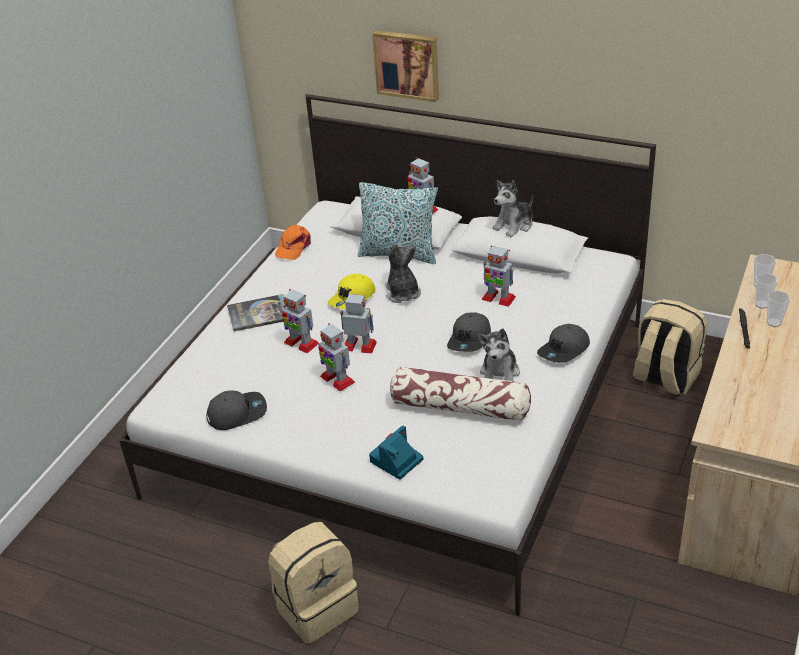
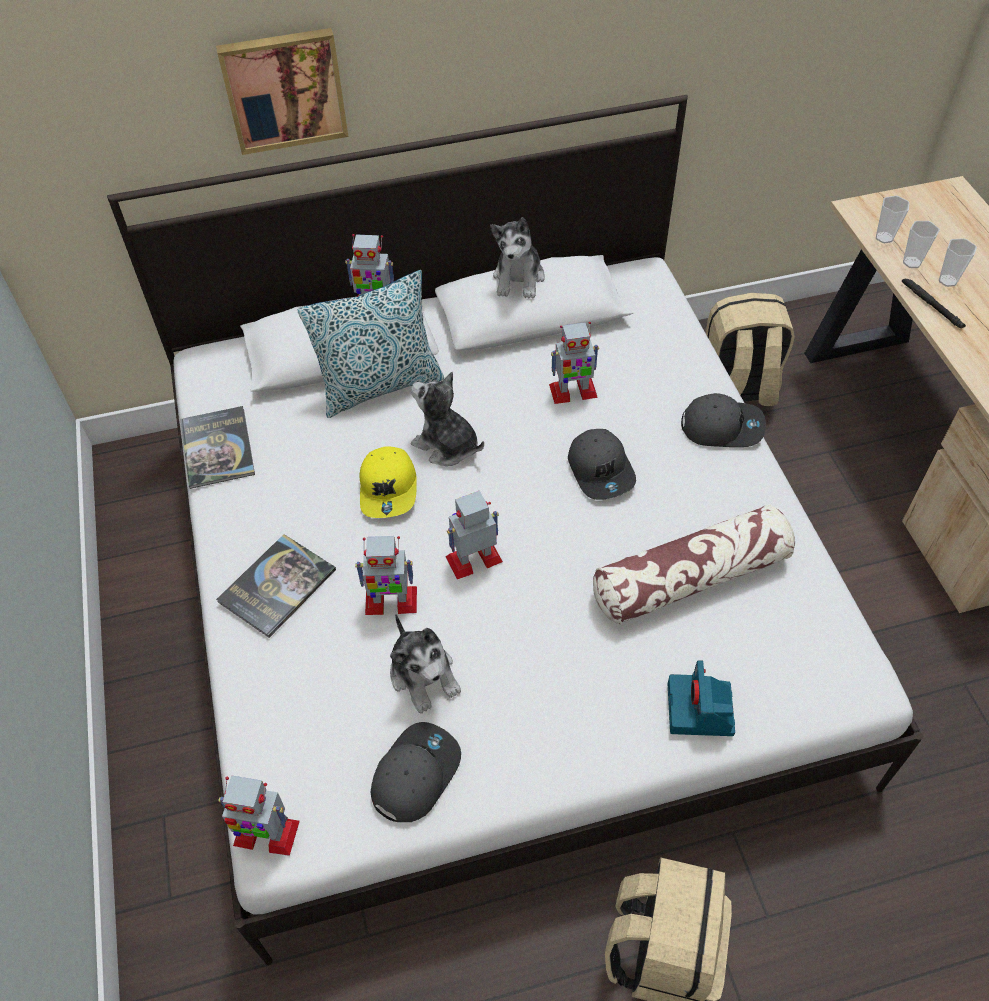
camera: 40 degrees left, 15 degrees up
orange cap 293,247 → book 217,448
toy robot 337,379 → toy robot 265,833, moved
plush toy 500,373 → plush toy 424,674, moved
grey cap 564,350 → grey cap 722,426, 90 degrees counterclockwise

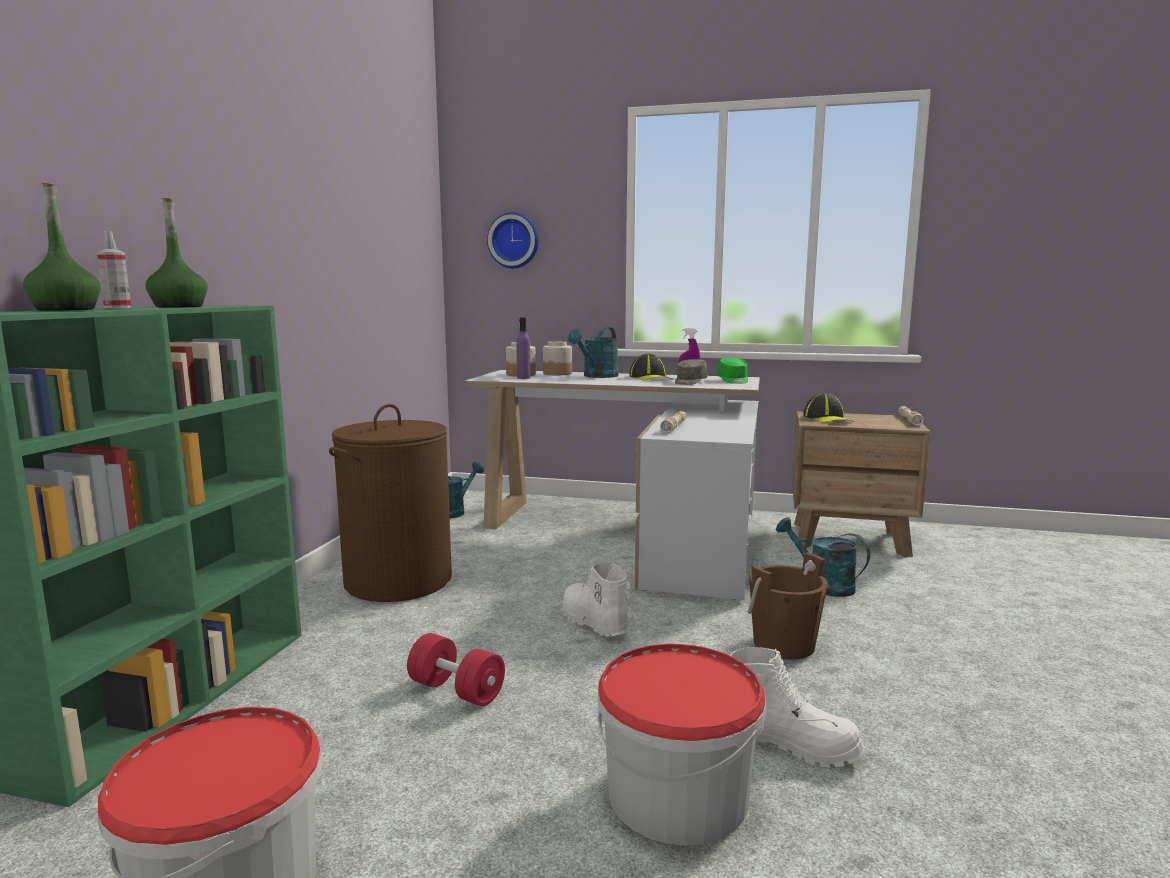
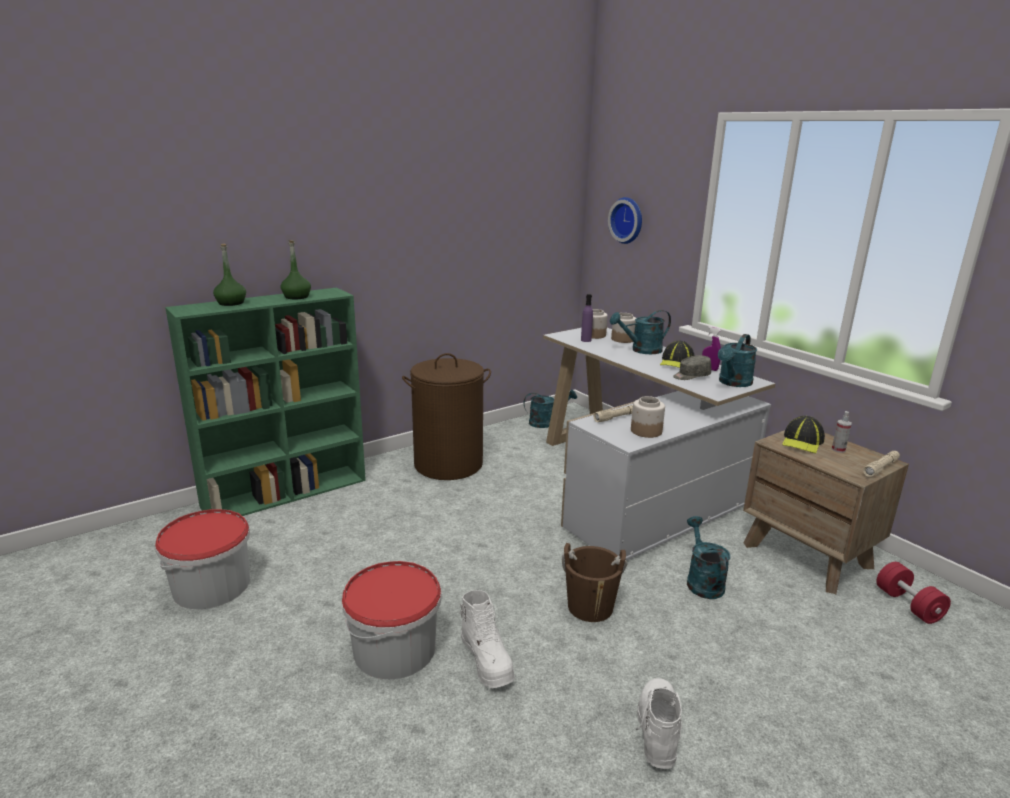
camera: 40 degrees right, 10 degrees up
- → jar 645,431
white boot 593,622 → white boot 656,730, moved
green cap 733,381 → turquoise watering can 733,383
spray bottle 117,308 → spray bottle 838,449, moved
red dumbbell 456,690 → red dumbbell 908,605, moved

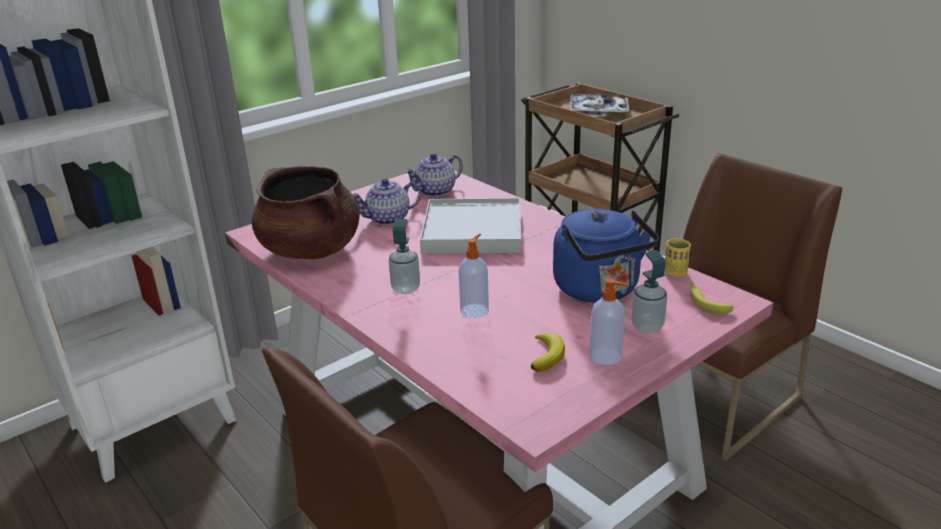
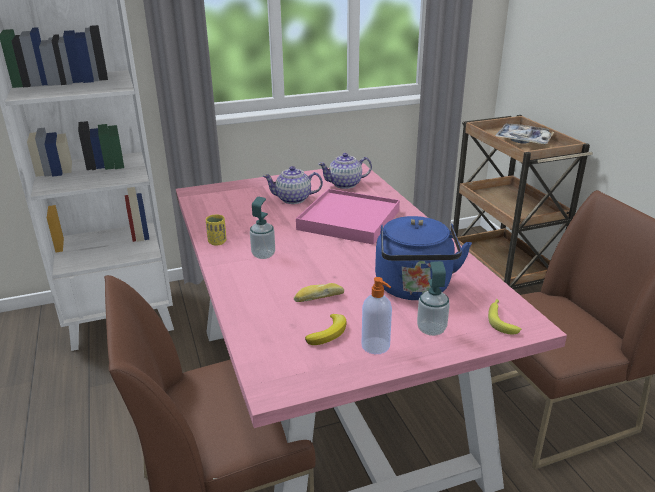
camera: 20 degrees right, 0 degrees up
yellow cup 675,273 → yellow cup 217,242, moved
- → bread 318,297
white tray 472,231 → pink tray 348,220
brown cooking pot 311,250 → -
soap dispenser 475,310 → -

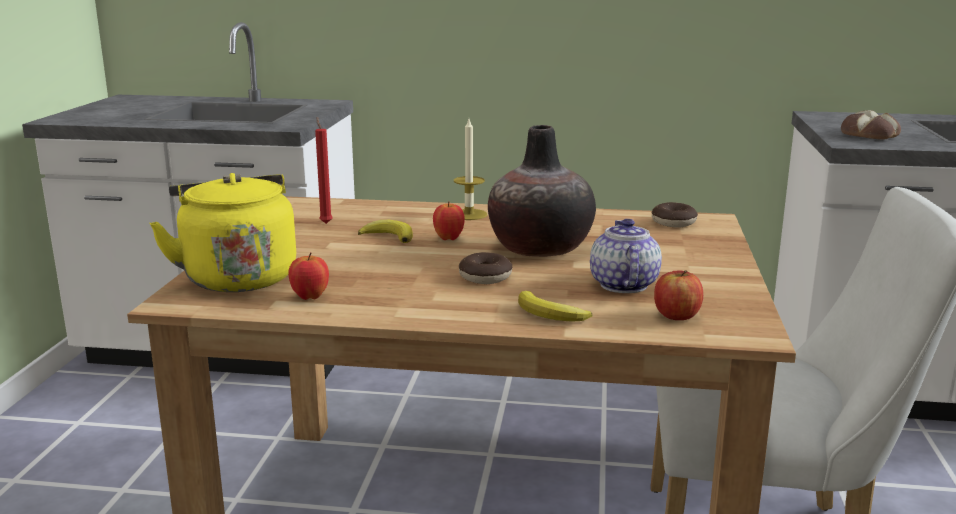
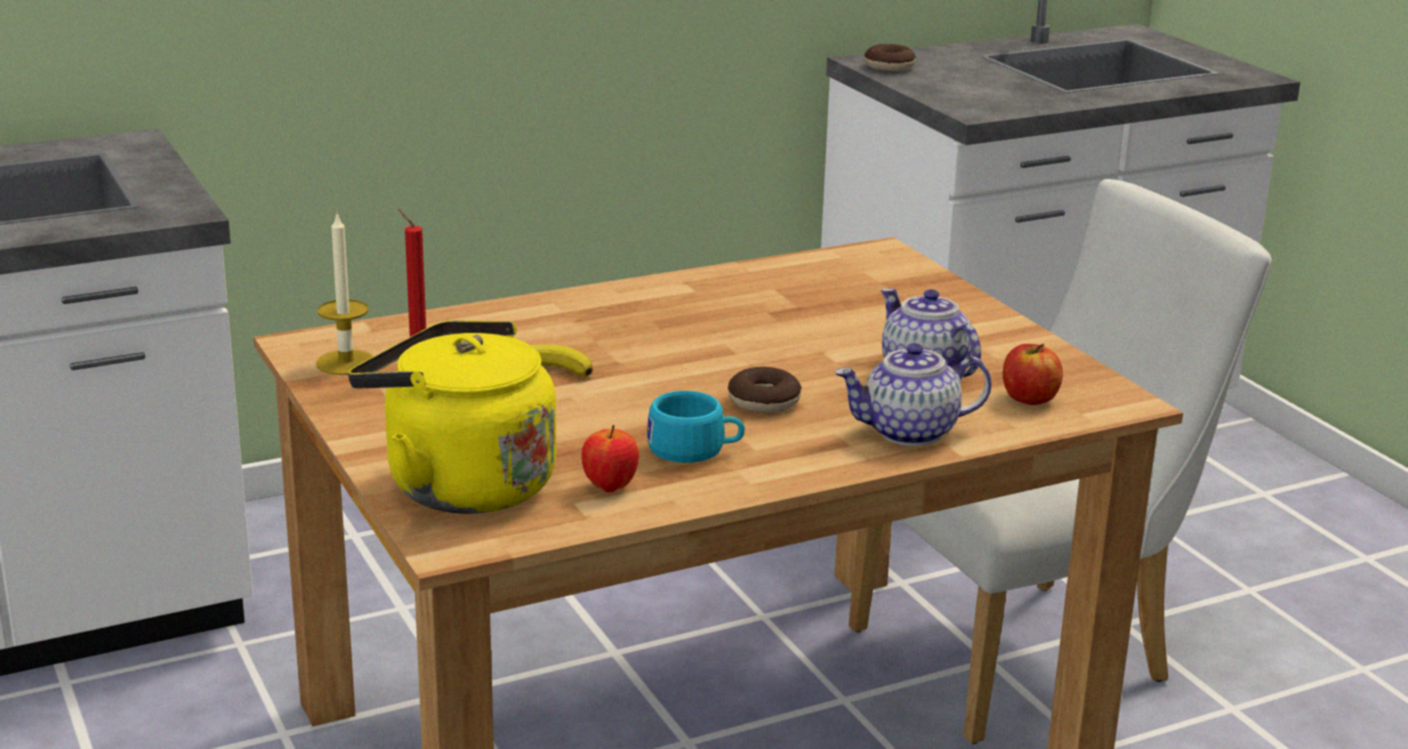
camera: 35 degrees left, 5 degrees up
candle 469,214 → candle 346,363, moved
- → turquoise cup 695,450
banana 550,314 → teapot 909,432
donut 673,222 → donut 889,66, moved
apple 448,238 → -
vase 540,248 → -
bread 868,135 → -

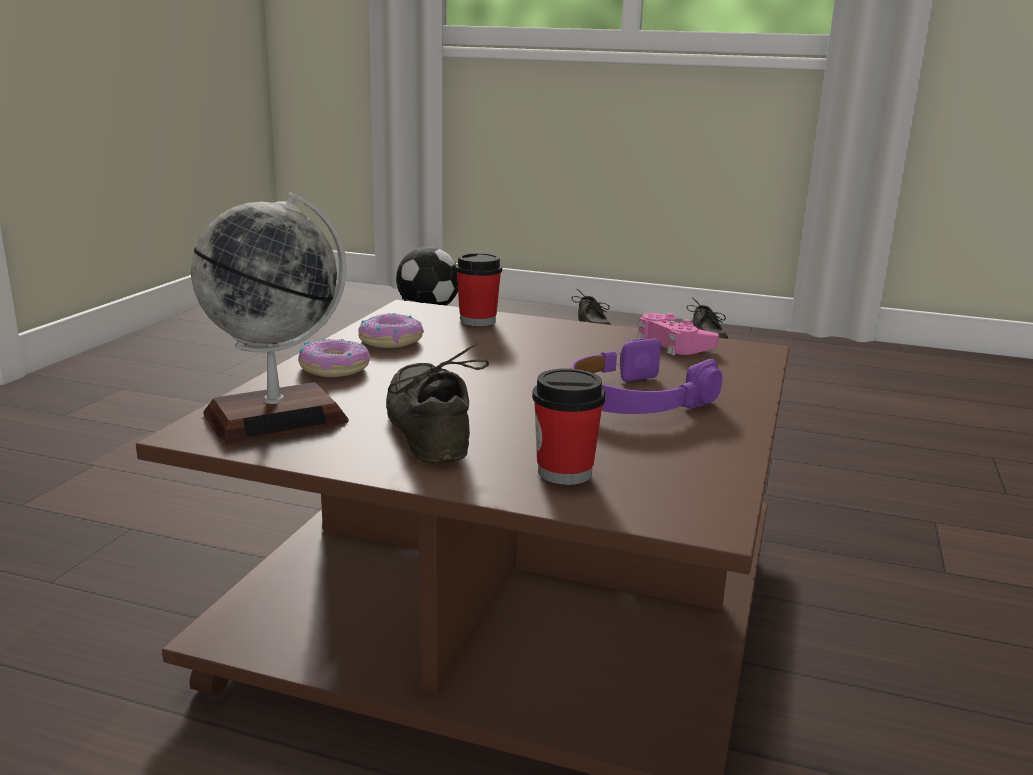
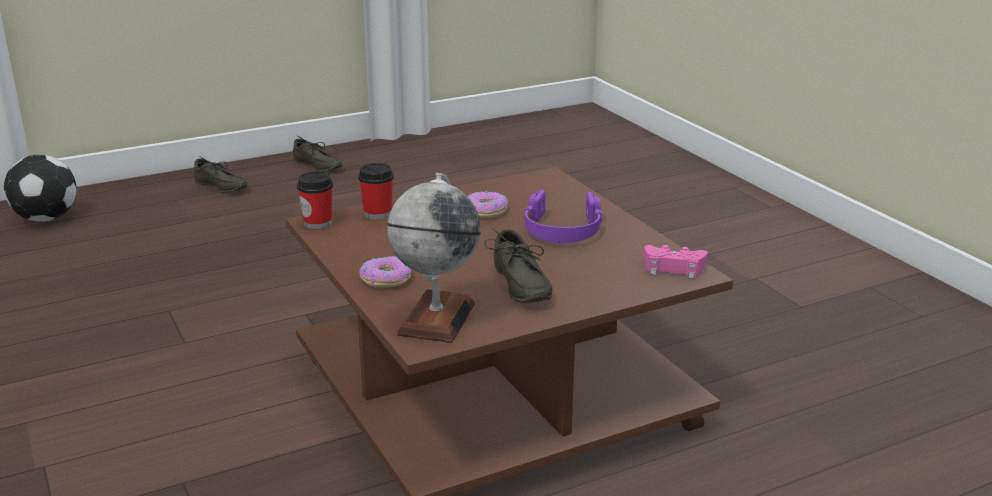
camera: 45 degrees left, 5 degrees up
cup 564,472 → cup 317,223, moved
donut 390,340 → donut 486,211, moved
grey shoe 434,427 → grey shoe 517,286, 135 degrees counterclockwise
pink game controller 673,344 → pink game controller 673,268, moved

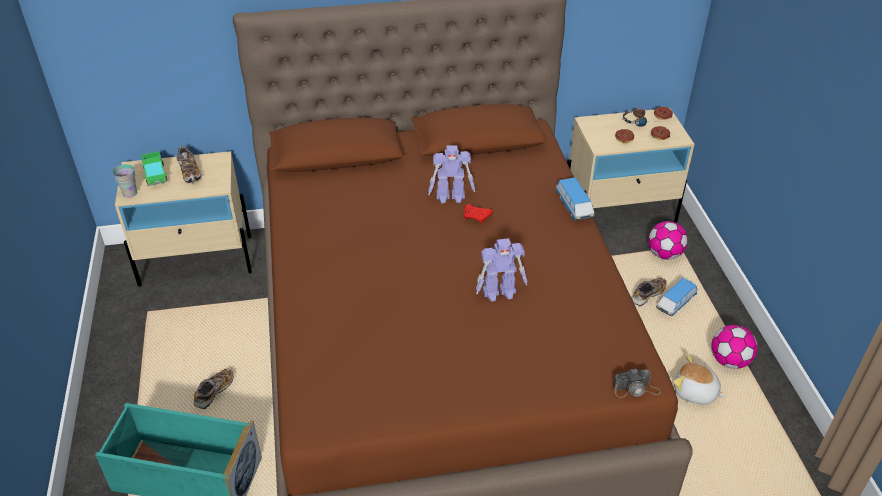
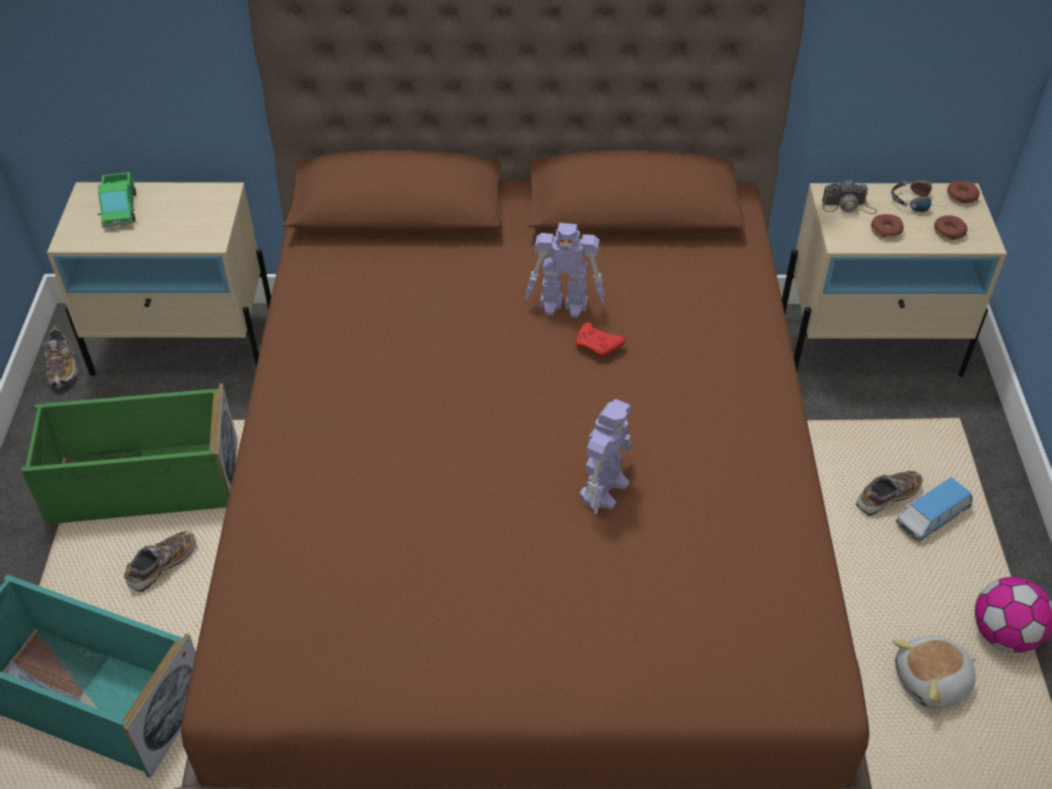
camera: 10 degrees right, 5 degrees up
- → green storage box 143,483
shoe 190,172 → shoe 62,367, moved
toy robot 500,292 → toy robot 605,488, 60 degrees counterclockwise
photo camera 636,389 → photo camera 848,206, moved
plush toy 695,392 → plush toy 932,682, 60 degrees counterclockwise
cup 130,193 → -
toy car 574,207 → -
football 664,254 → -

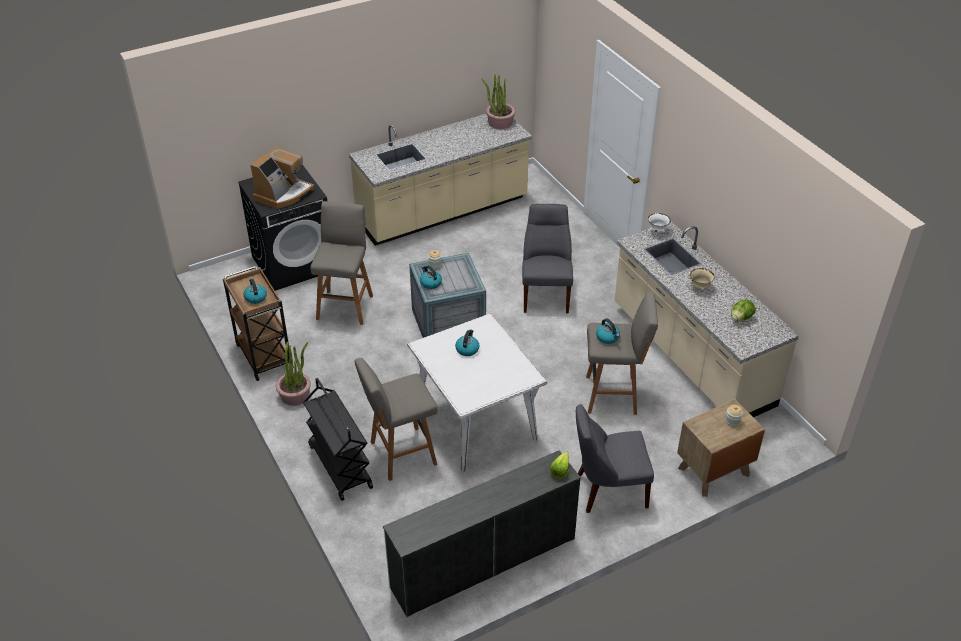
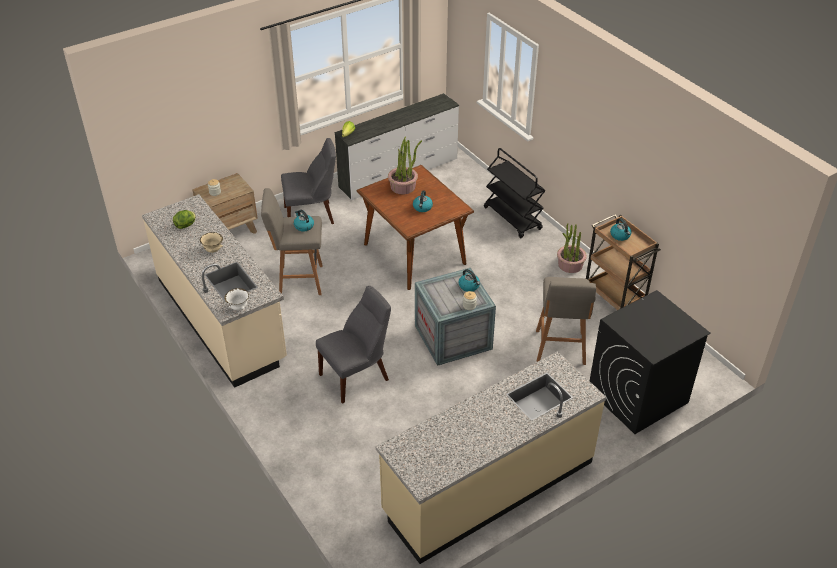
camera: 175 degrees right, 0 degrees up
grey chair 545,293 → grey chair 357,376, 120 degrees counterclockwise
white dining table 476,421 → brown dining table 414,254
potted plant 500,122 → potted plant 403,186, moved
coffee machine 283,194 → -
grey stool 400,454 → -

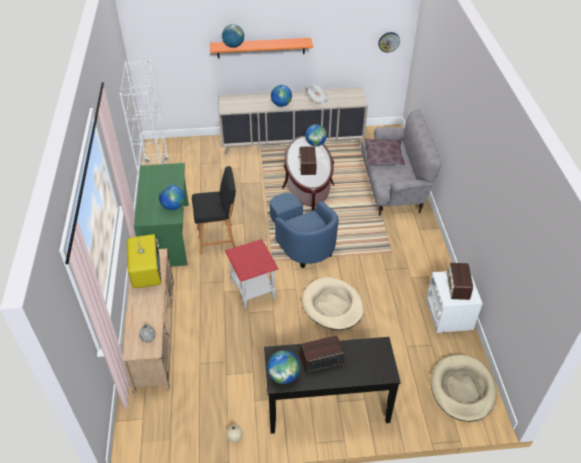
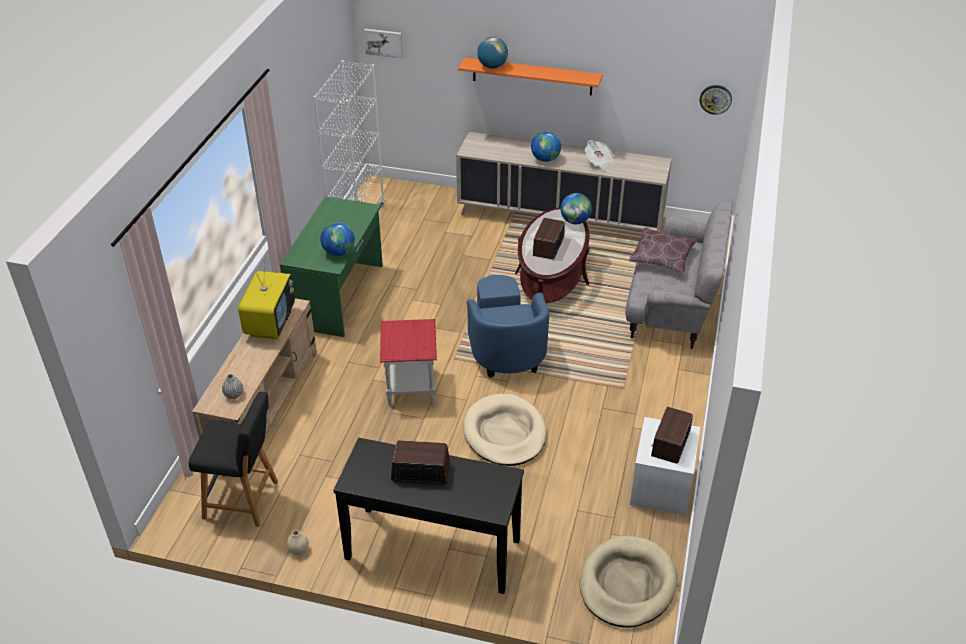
camera: 20 degrees right, 5 degrees down
black stool 218,238 → black stool 244,500, moved
- → picture 384,42
globe 283,376 → -

